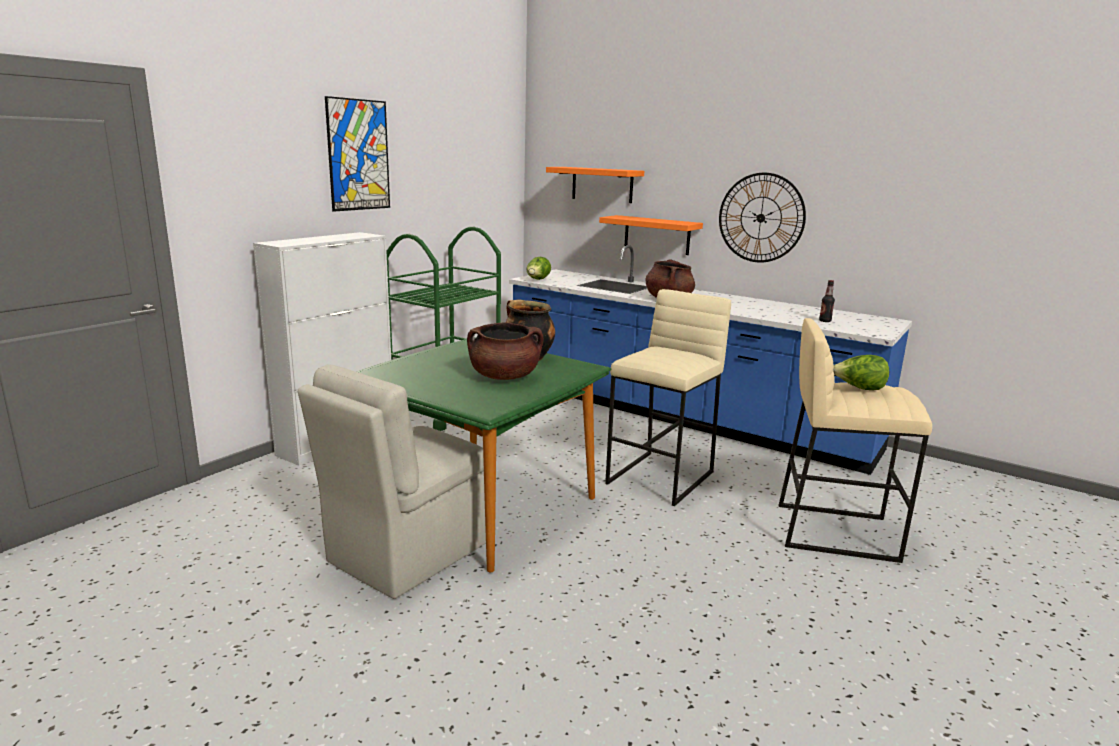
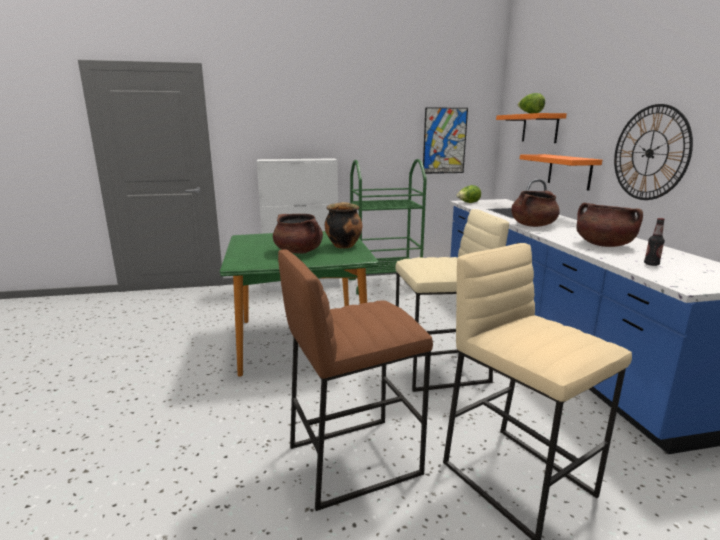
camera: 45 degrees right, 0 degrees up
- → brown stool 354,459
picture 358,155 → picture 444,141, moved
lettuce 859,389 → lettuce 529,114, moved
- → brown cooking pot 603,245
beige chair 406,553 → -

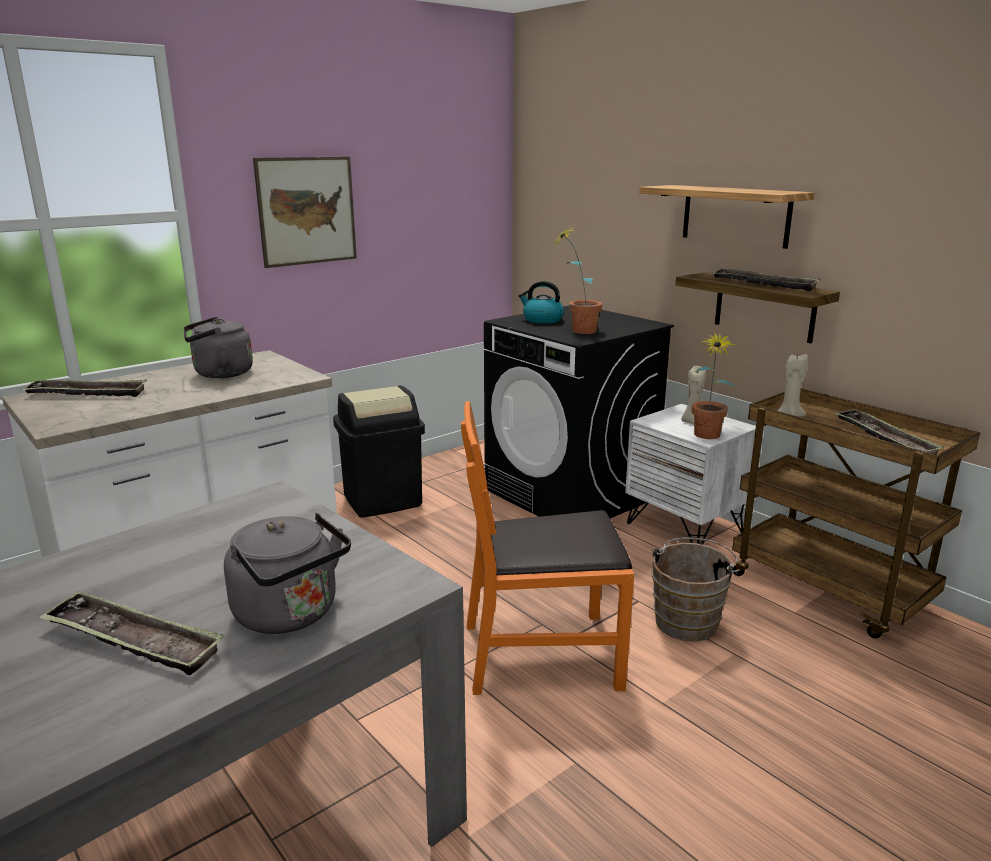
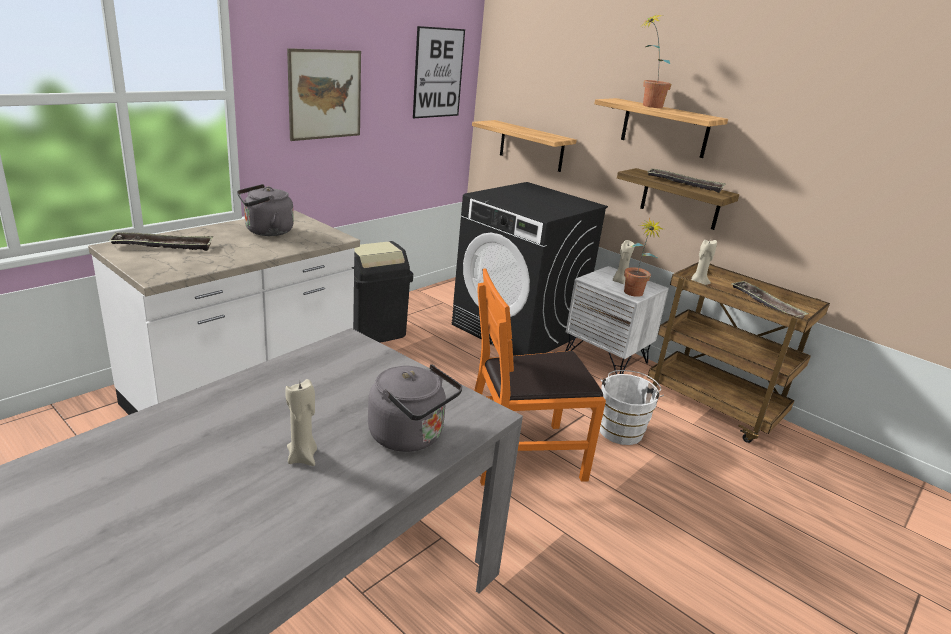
camera: 10 degrees left, 5 degrees up
tray 132,641 → beige candle 303,457
- → picture 438,73
- → shelf 531,146
brown bucket 688,620 → white bucket 621,429
potted plant 576,331 → potted plant 646,106, moved
kettle 542,320 → -

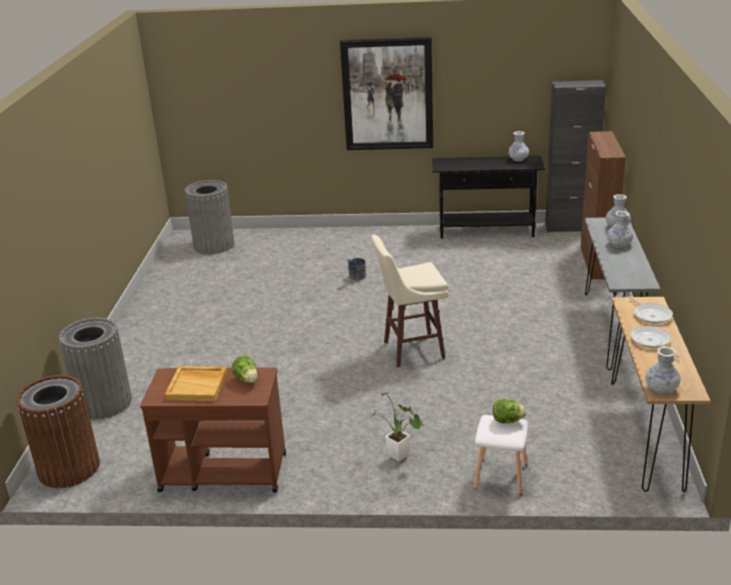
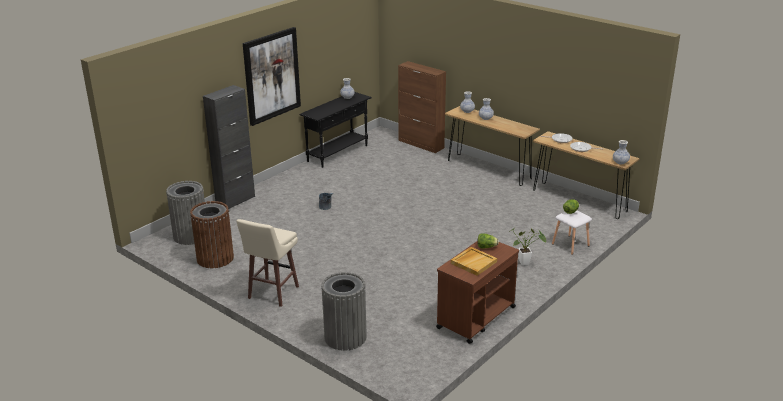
camera: 55 degrees left, 0 degrees up
brown trash can 69,468 → brown trash can 215,258, moved
black cabinet 569,227 → black cabinet 235,201, moved
beige stool 411,350 → beige stool 272,293, moved
grey console table 612,329 → brown console table 488,169

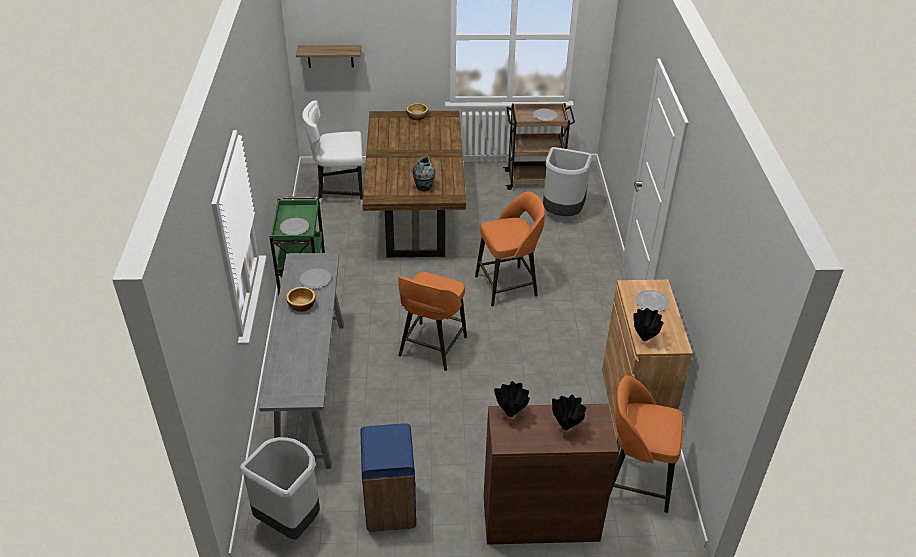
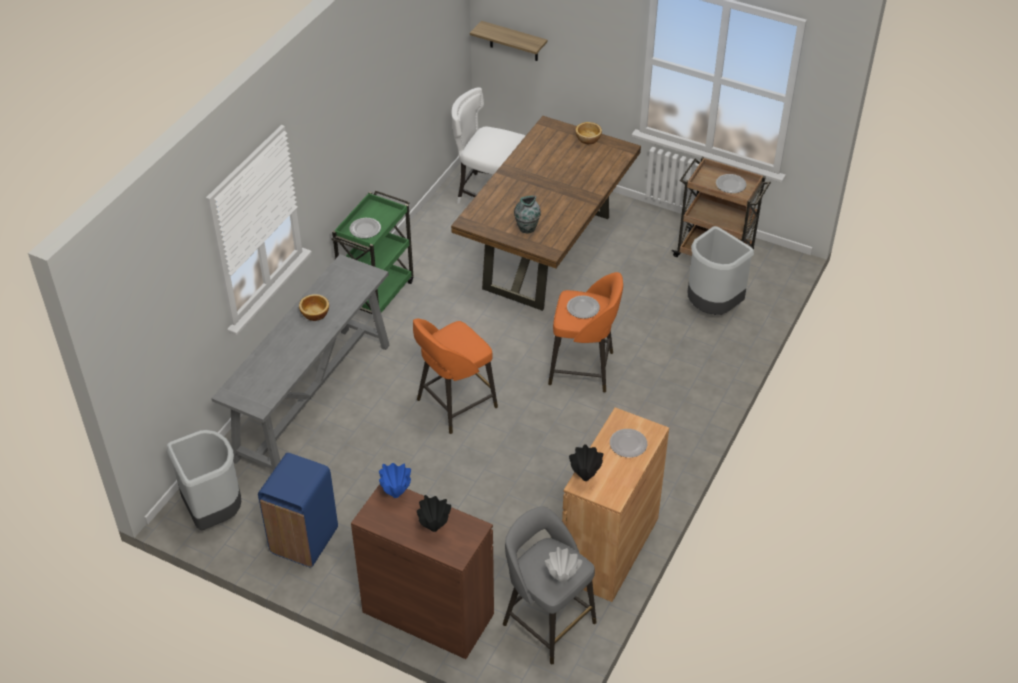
camera: 30 degrees right, 5 degrees up
black vase 511,414 → blue vase 396,495
orange stool 635,481 → grey stool 547,621
- → white vase 561,579
plate 315,279 → plate 583,308, moved

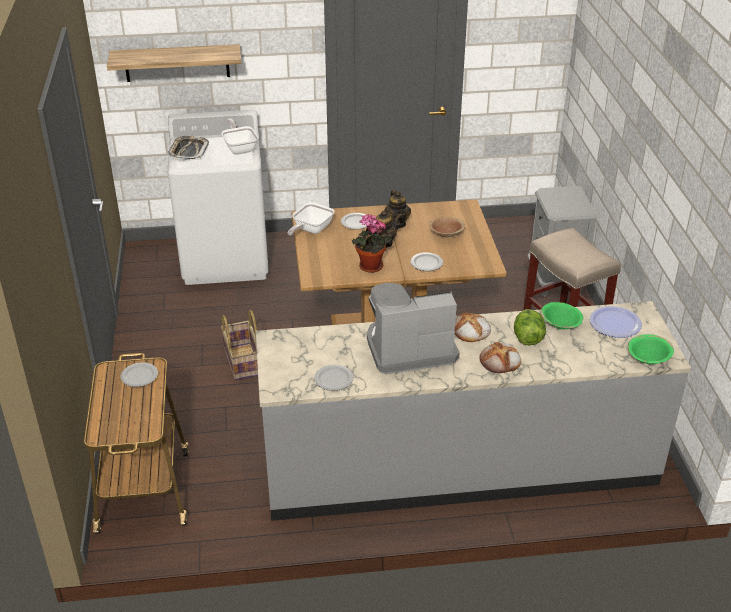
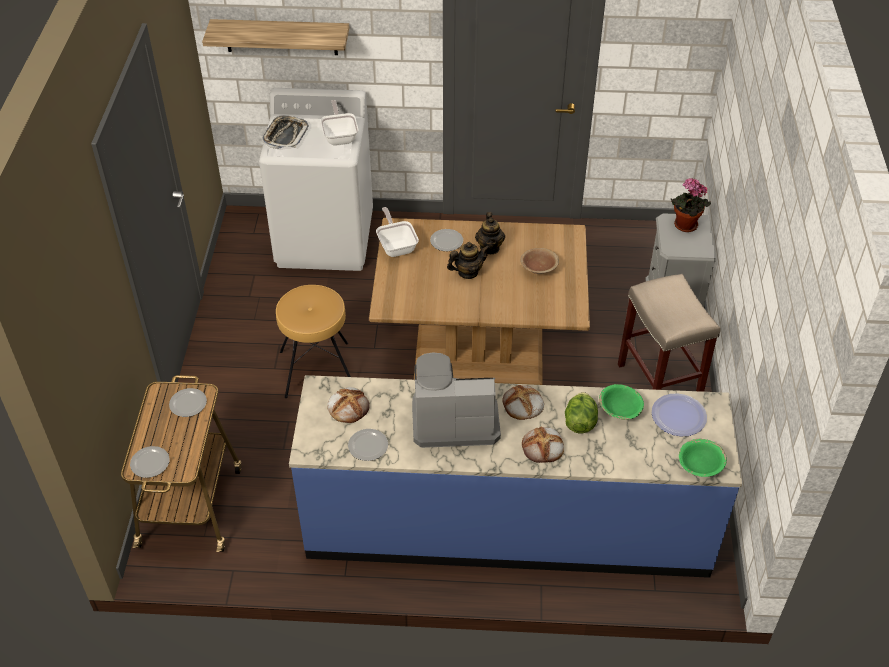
camera: 10 degrees right, 10 degrees up
plate 427,263 → plate 151,463, moved
basket 243,362 → brown stool 317,370
grey counter 459,466 → blue counter 507,524
- → bread 348,407
frying pan 310,230 → frying pan 396,246, 120 degrees clockwise
potted plant 369,267 → potted plant 684,226, moved

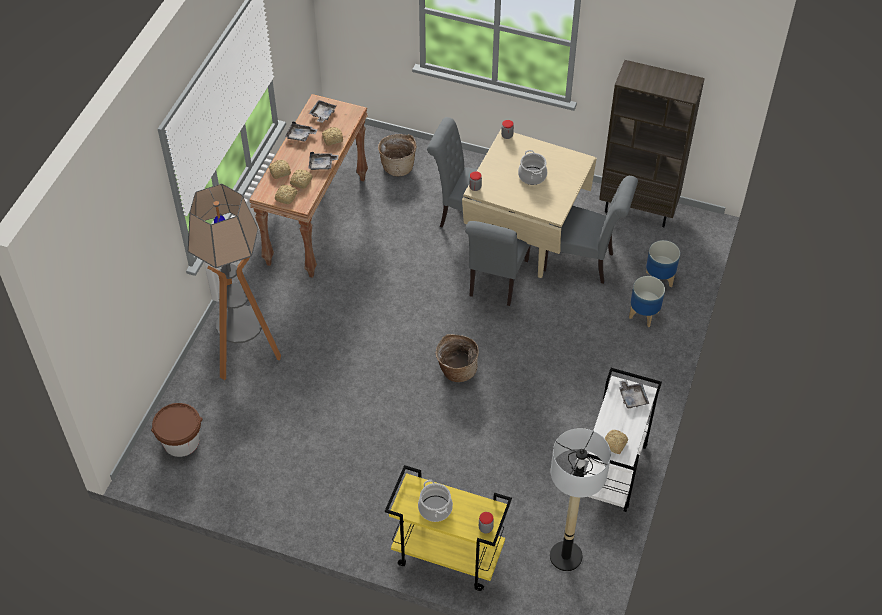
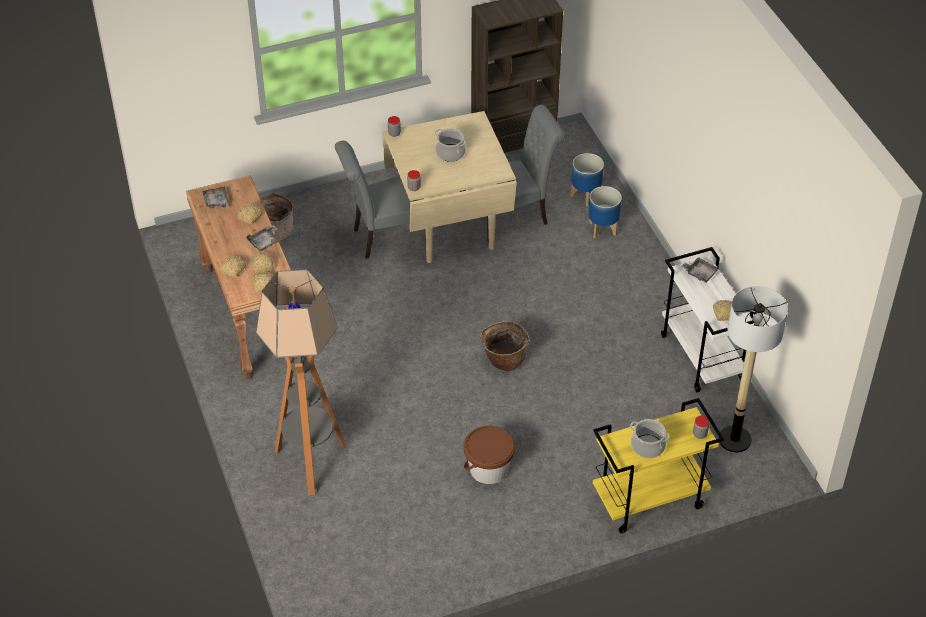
camera: 40 degrees left, 5 degrees down
brown bucket 181,441 → brown bucket 488,469, moved
grey tray 300,136 → -
grey chair 496,281 → -

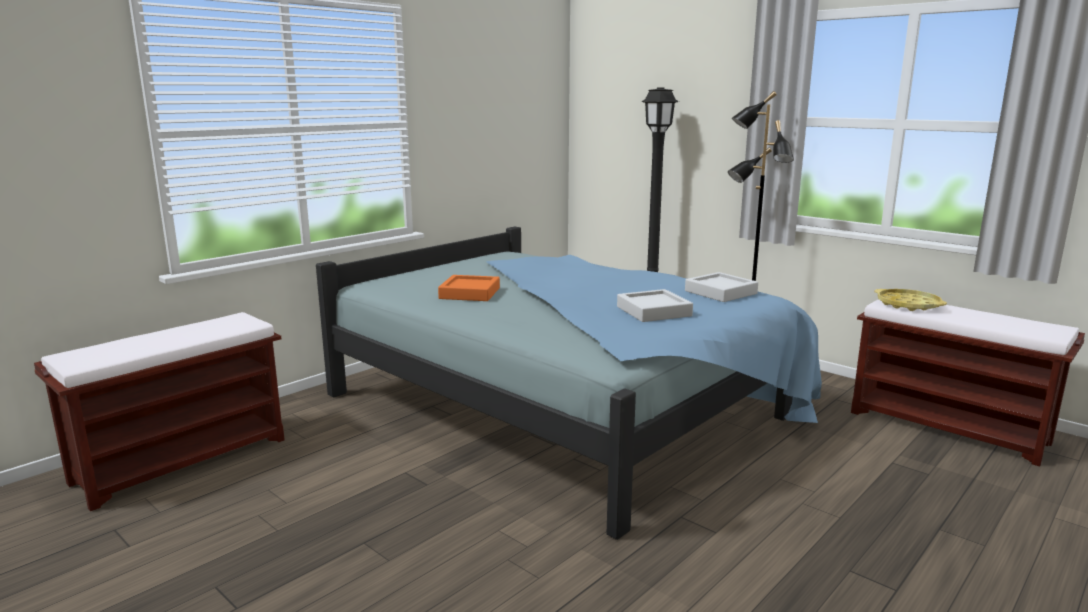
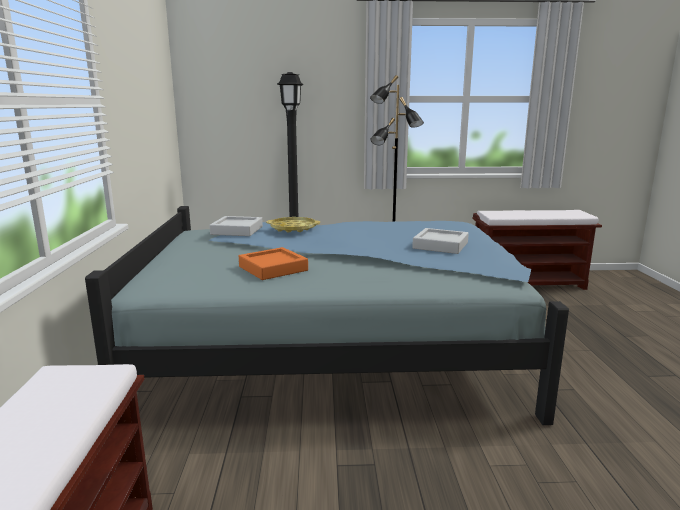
camera: 45 degrees left, 0 degrees up
grey tray 720,292 → grey tray 237,230, moved
yellow tray 908,305 → yellow tray 293,228, moved

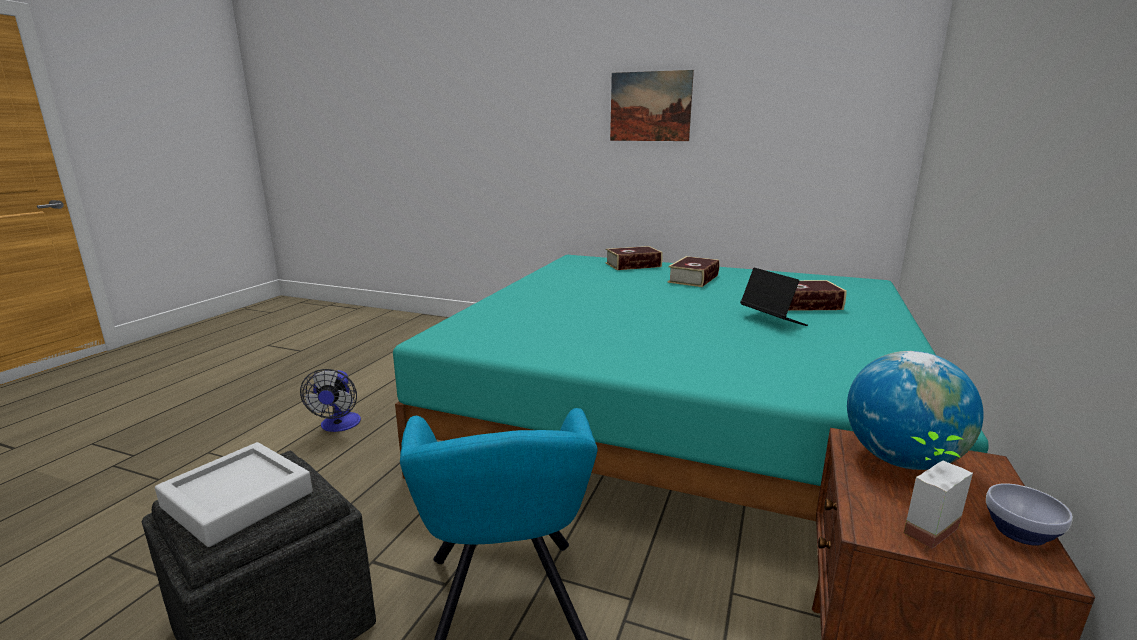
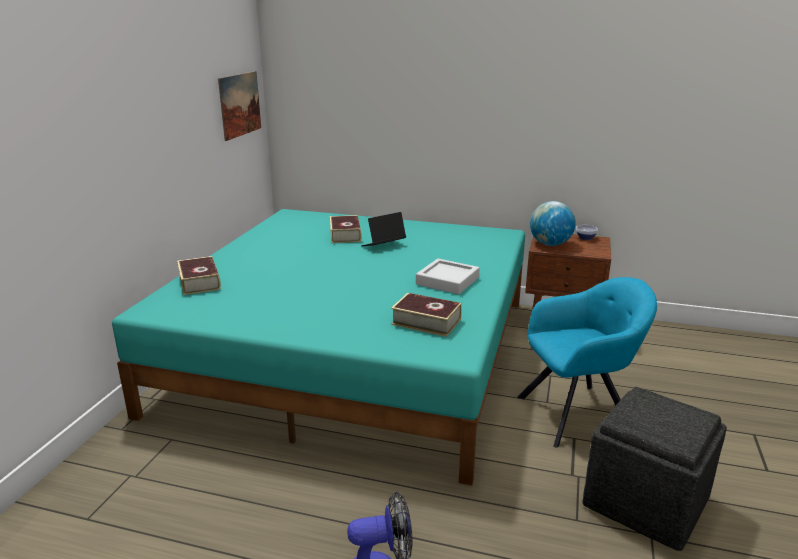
camera: 95 degrees left, 5 degrees up
picture 650,106 → picture 240,104, moved
book 693,279 → book 426,321, moved
grey tray 238,499 → grey tray 447,281, moved
potted plant 919,524 → -

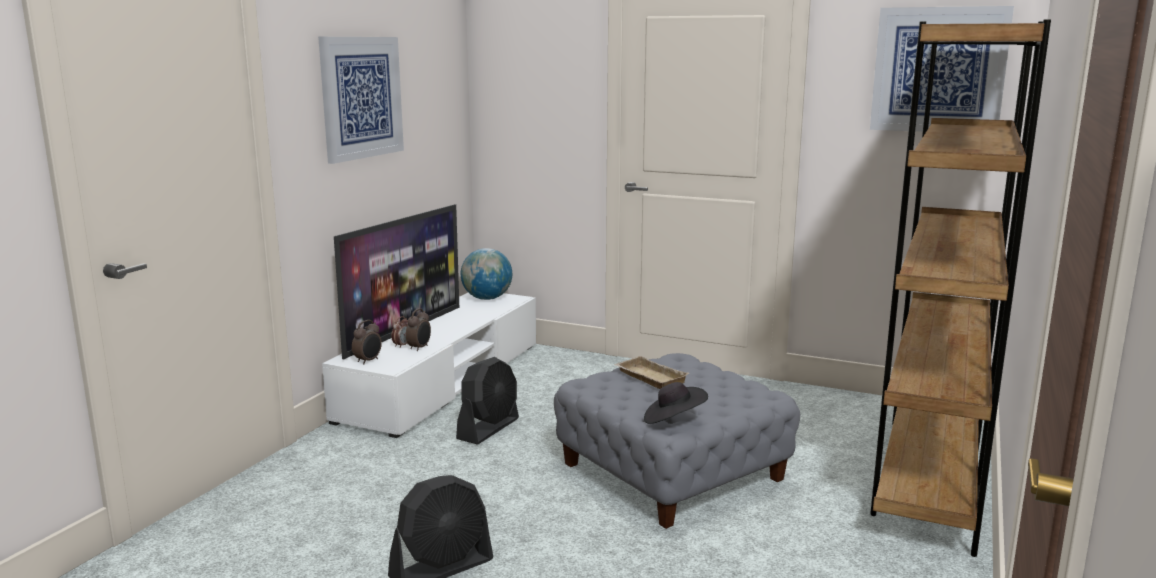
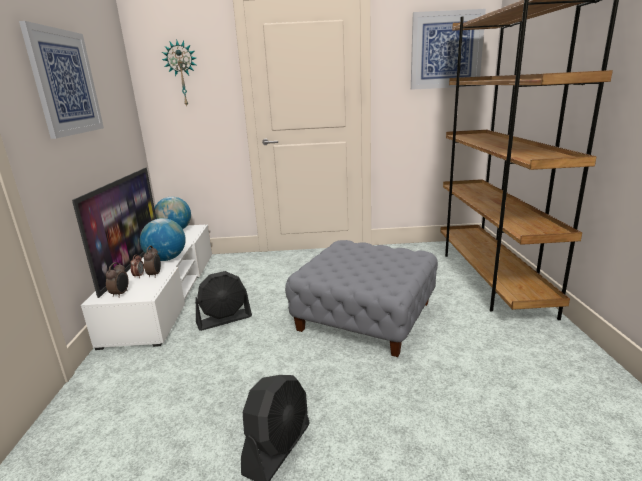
camera: 25 degrees left, 5 degrees up
- → globe 166,259
- → wall clock 182,74
black fan 488,428 → black fan 224,319, 60 degrees clockwise
beige tray 648,378 → -
black hat 673,420 → -

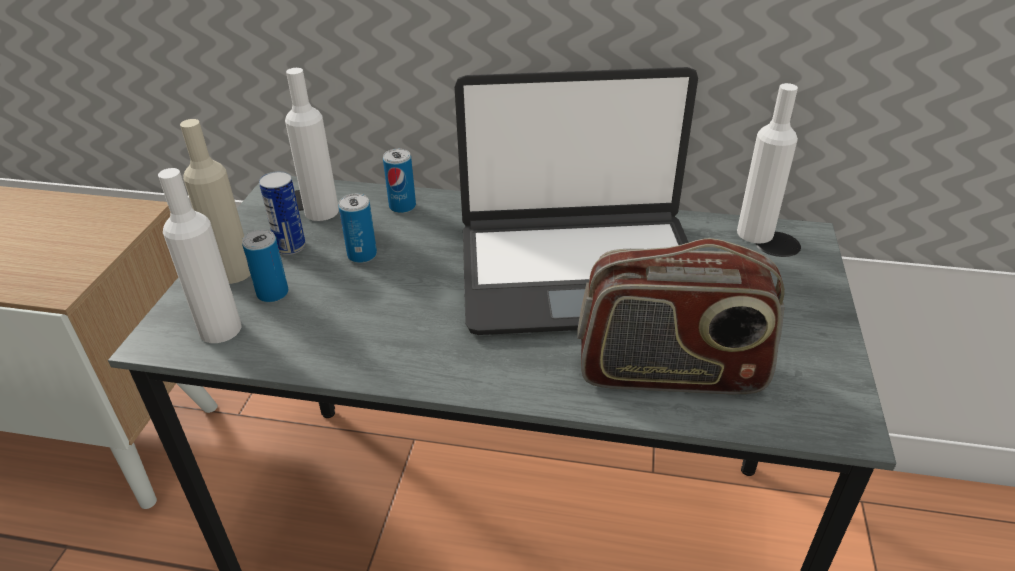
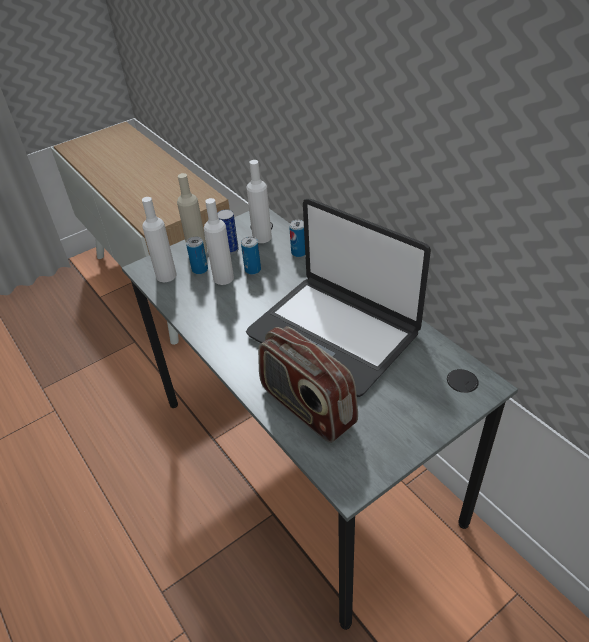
camera: 45 degrees right, 5 degrees up
white bottle 755,233 → white bottle 223,278, moved

